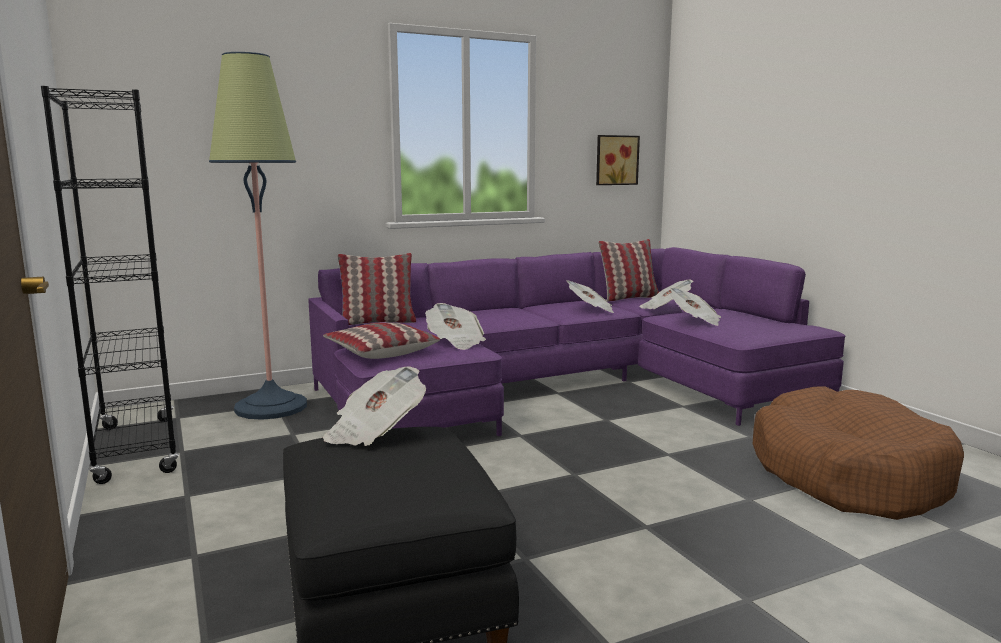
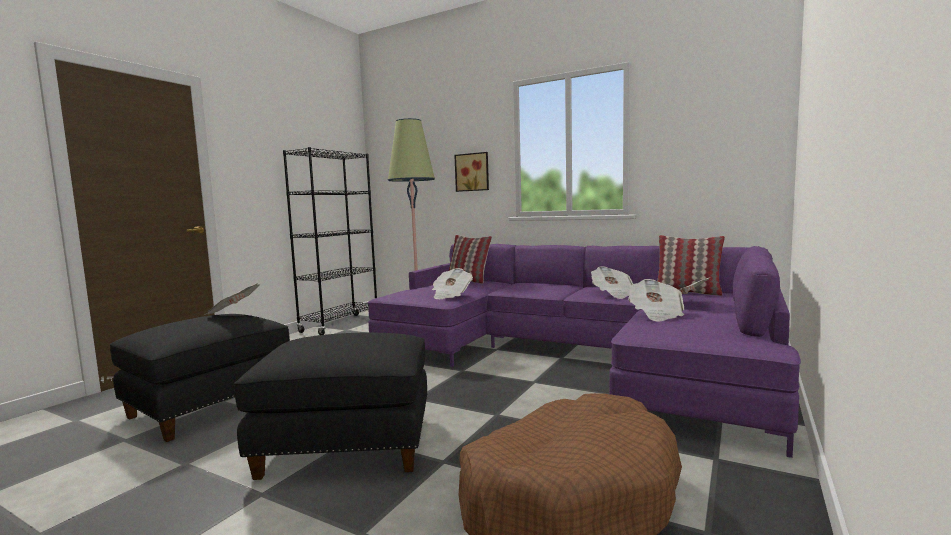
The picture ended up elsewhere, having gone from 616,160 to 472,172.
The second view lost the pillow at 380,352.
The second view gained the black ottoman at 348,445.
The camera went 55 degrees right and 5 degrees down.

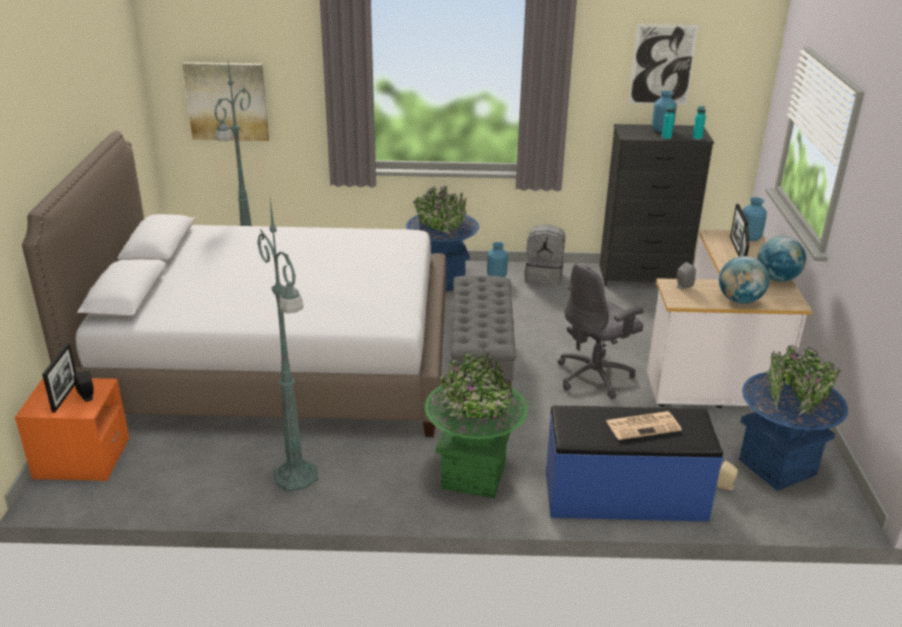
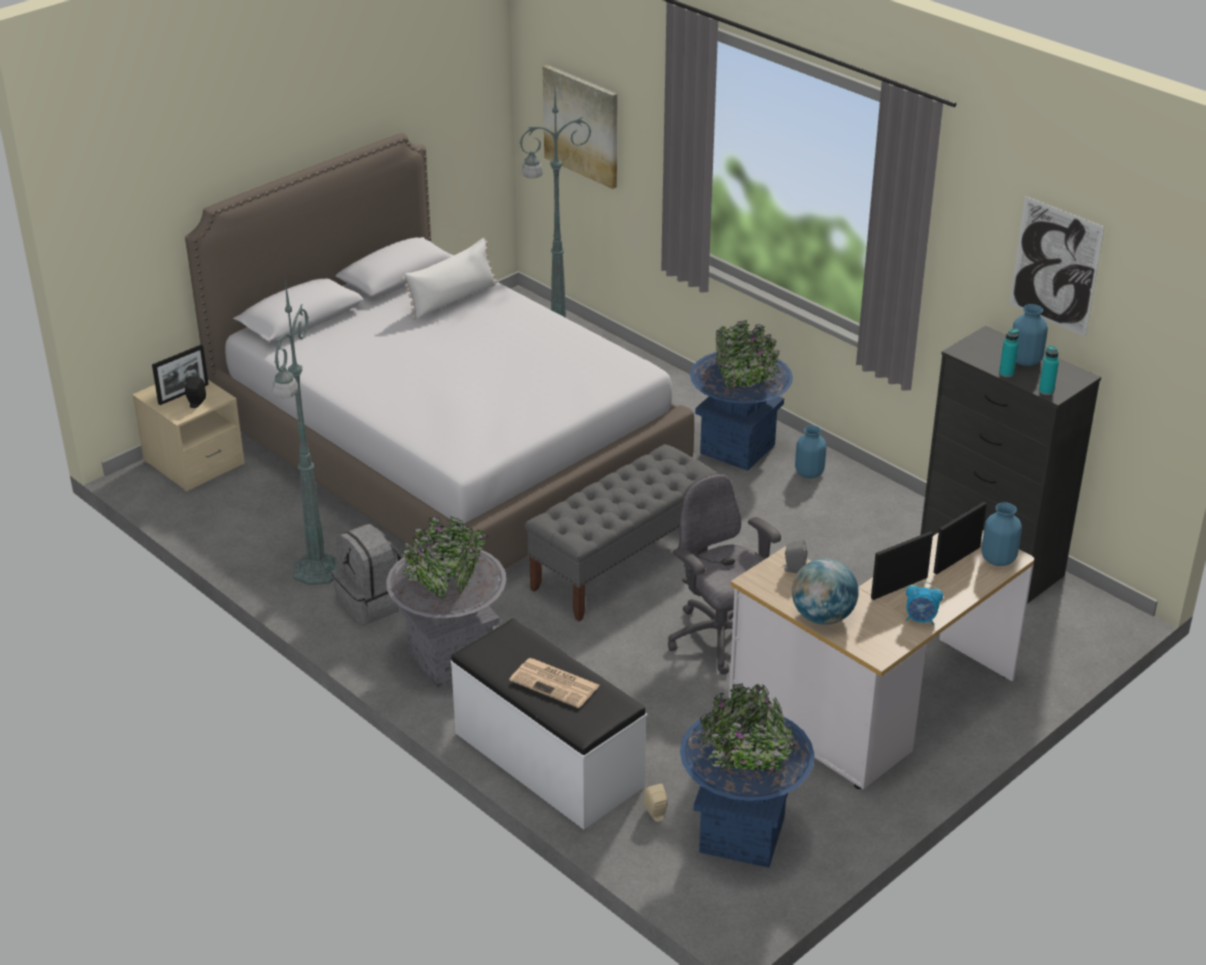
The grey backpack ended up elsewhere, having gone from 544,276 to 373,603.
Where the globe stood at 777,279, the alarm clock came to stand at 921,619.
The grey office chair at 595,376 ended up facing another way, 45 degrees clockwise from before.
What was the green planter at 473,476 turned into the grey planter at 450,658.
What was the orange nightstand at 82,459 turned into the beige nightstand at 194,462.
What was the blue bench at 624,496 turned into the white bench at 547,760.
The second view gained the white pillow at 453,299.
The camera went 45 degrees right and 5 degrees up.

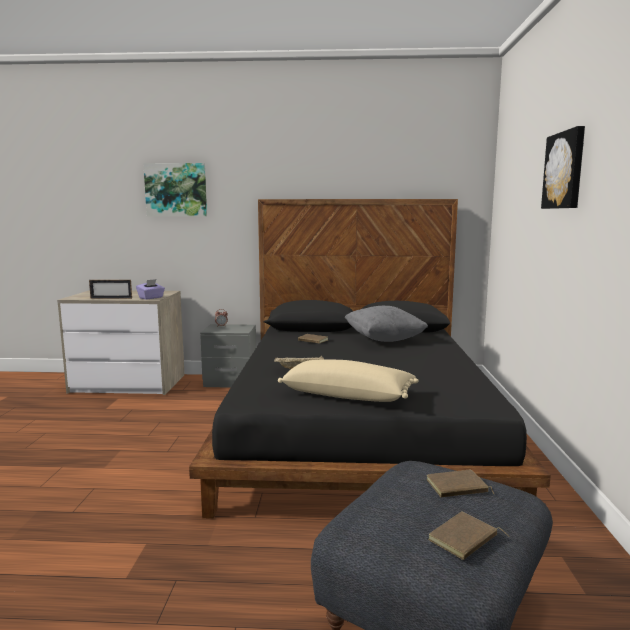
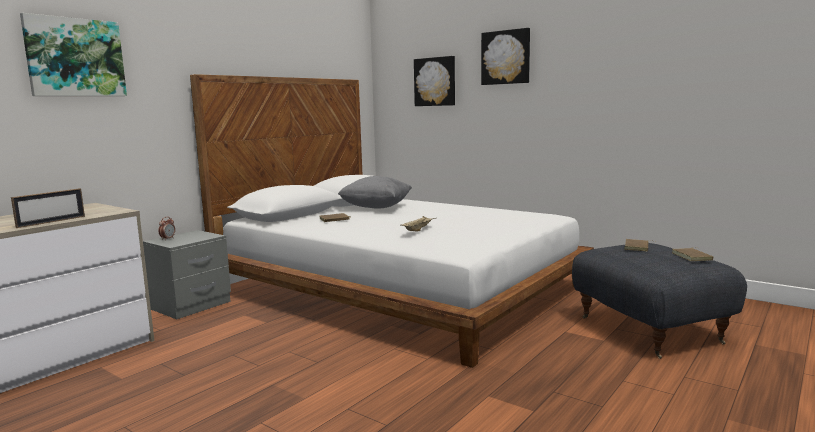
What was the black bed at 359,429 turned into the white bed at 399,288.
The second view lost the purple tissue box at 151,298.
The second view lost the beige pillow at 348,395.
The second view gained the picture at 435,81.
The camera went 55 degrees left and 0 degrees up.

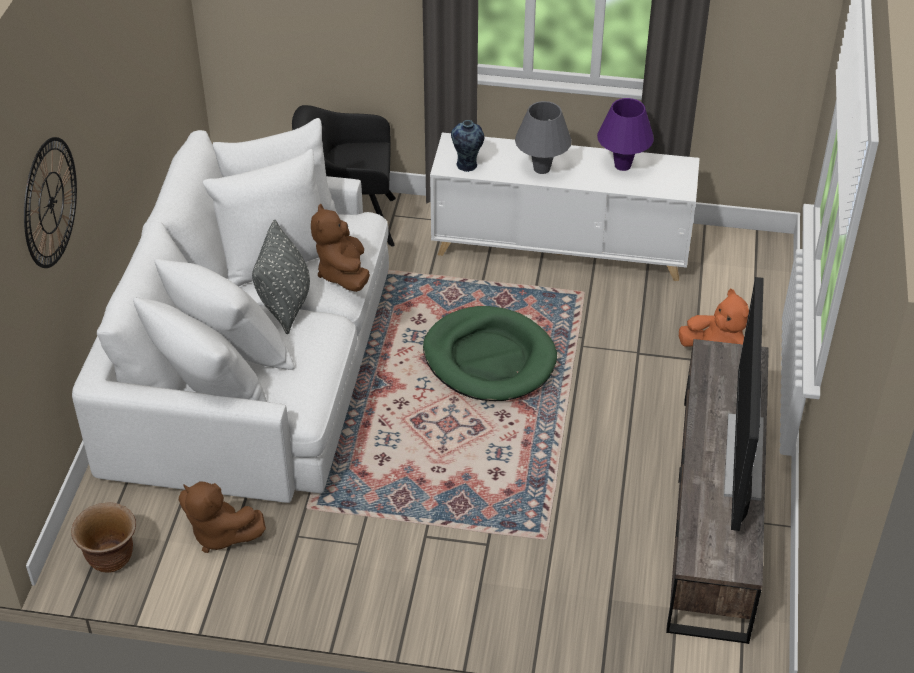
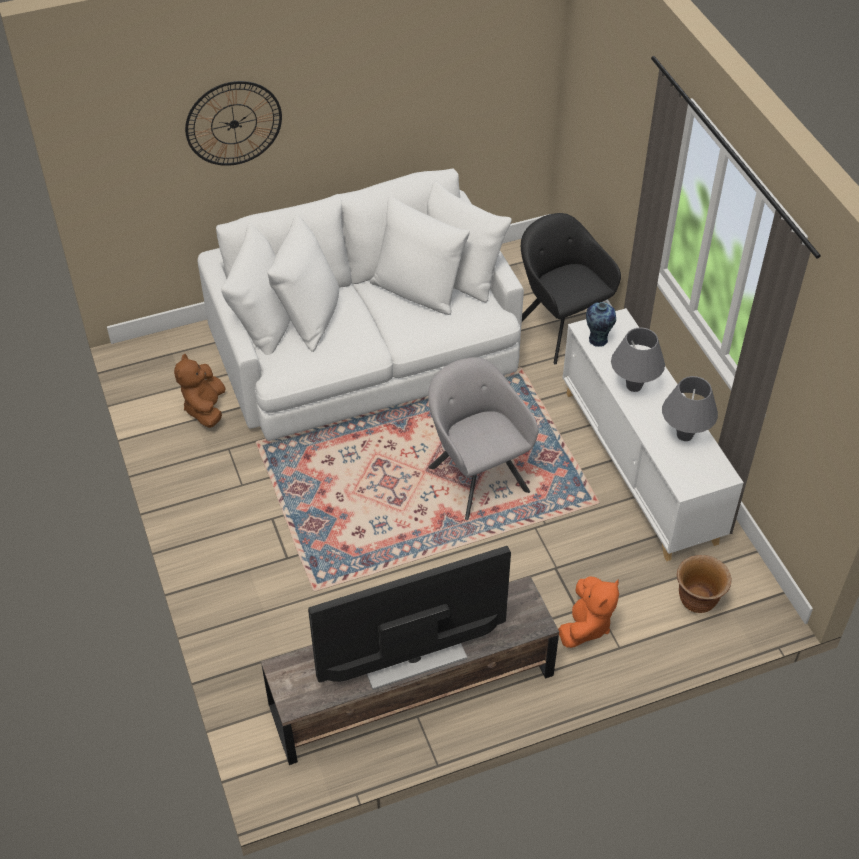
What was the purple table lamp at 622,165 turned into the grey table lamp at 684,435.
The second view lost the brown plush toy at 343,273.
The second view lost the grey pillow at 285,305.
Where the green dog bed stood at 489,358, the grey armchair came to stand at 476,476.
The brown planter ended up elsewhere, having gone from 111,558 to 697,600.
The camera went 60 degrees right and 5 degrees up.

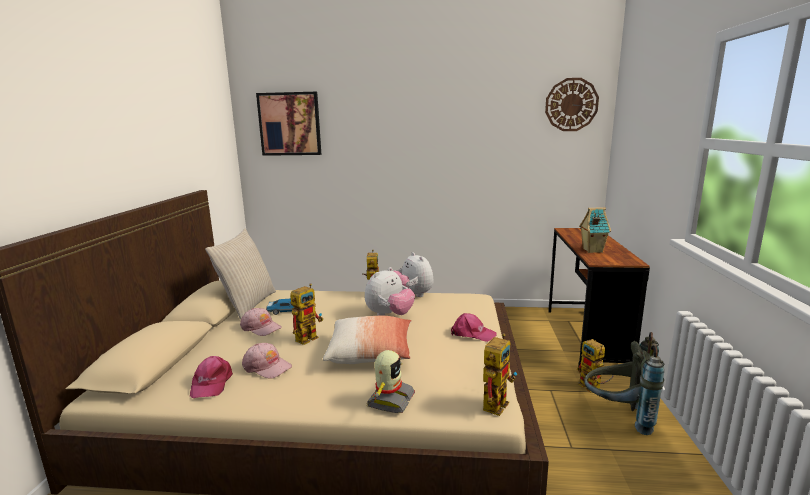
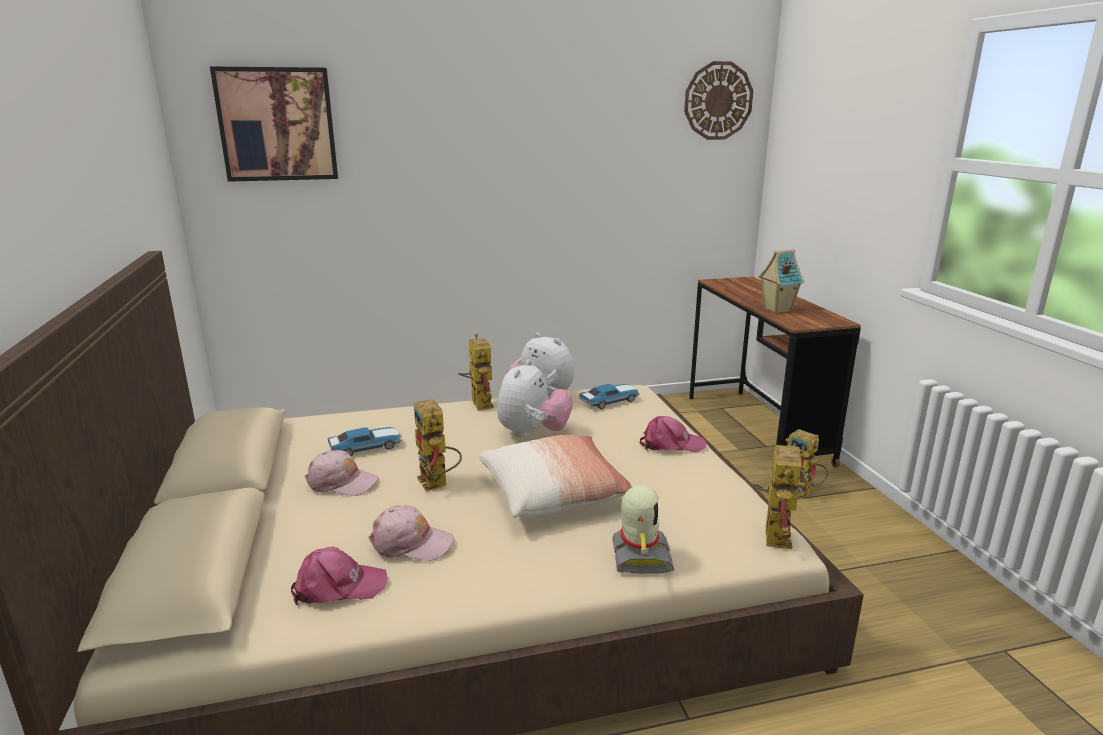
The second view lost the beige pillow at 247,305.
The toy robot at 309,336 ended up facing another way, 135 degrees clockwise from before.
The second view lost the grey backpack at 619,416.
The pink cap at 211,383 ended up facing another way, 75 degrees counterclockwise from before.
The second view gained the toy car at 610,401.
The camera went 20 degrees left and 5 degrees up.

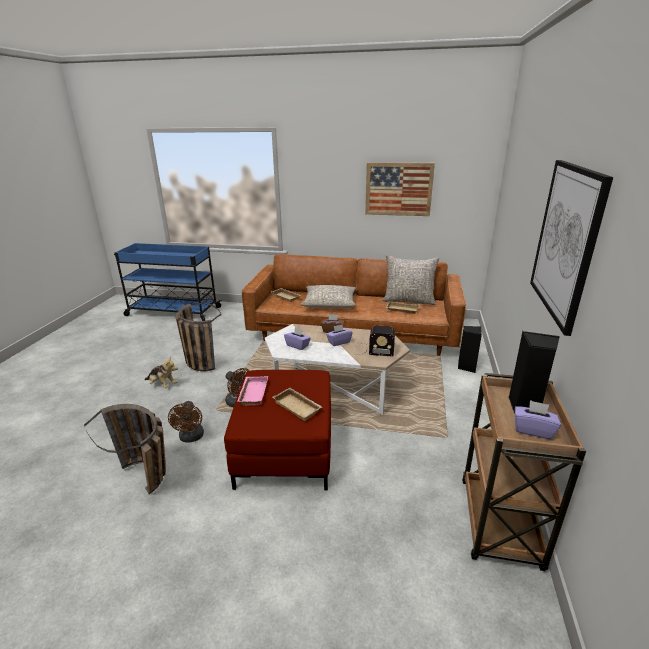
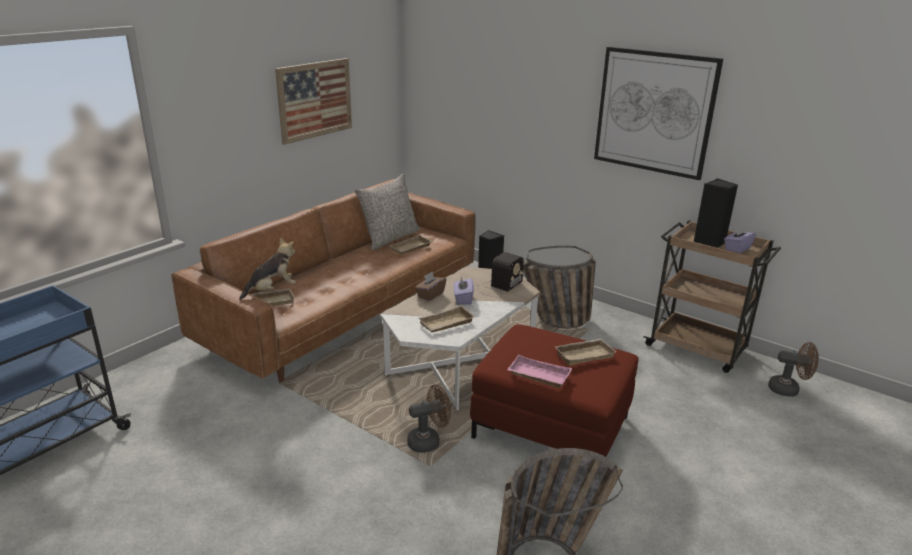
The second view lost the grey pillow at 329,304.
The basket ended up elsewhere, having gone from 198,360 to 555,322.
Where the purple tissue box stood at 298,345, the beige tray came to stand at 446,324.
The plush toy ended up elsewhere, having gone from 162,385 to 272,290.
The brown fan ended up elsewhere, having gone from 191,438 to 788,390.
The camera went 65 degrees left and 0 degrees up.

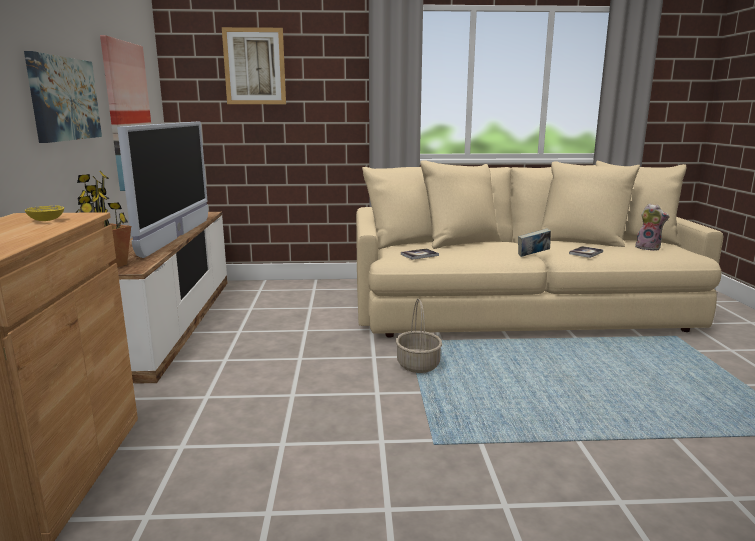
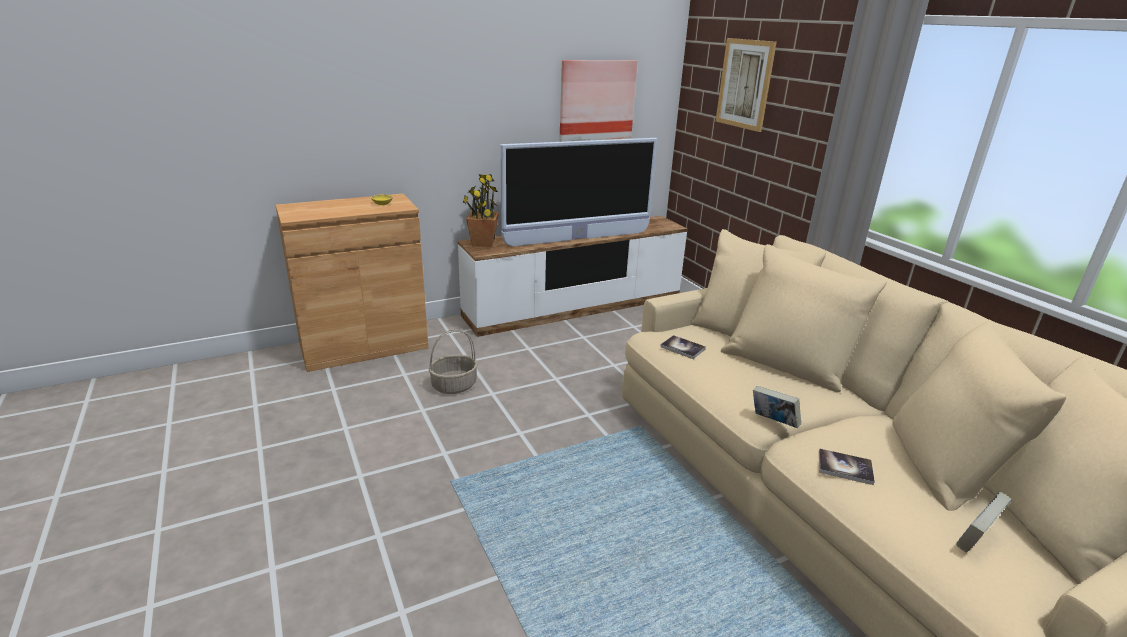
The second view lost the picture at 64,99.
Where the plush toy stood at 648,248, the book came to stand at 975,540.
The basket ended up elsewhere, having gone from 417,364 to 454,385.
The camera went 65 degrees right and 10 degrees up.

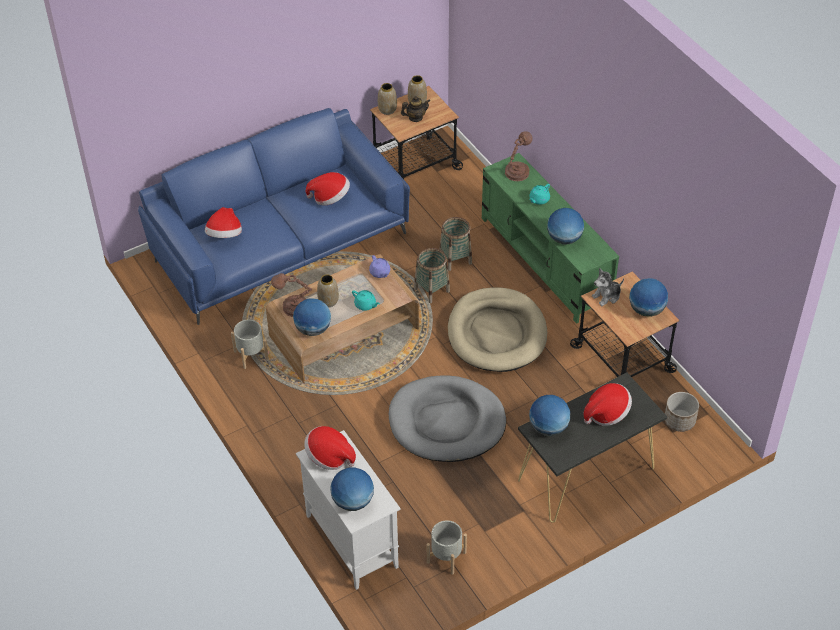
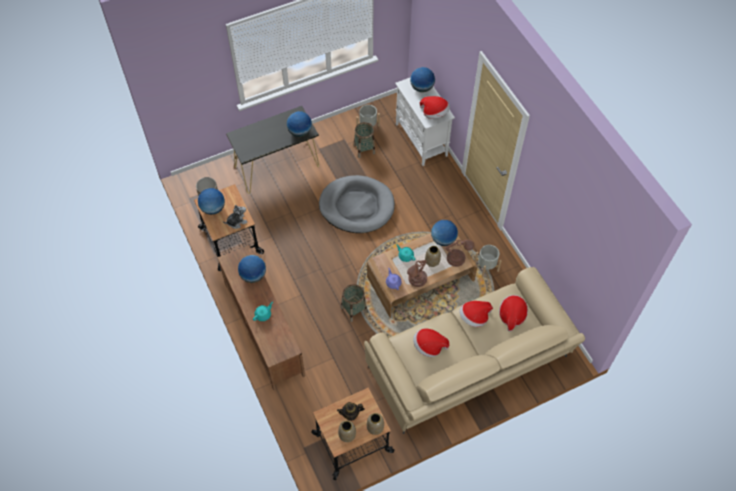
What was the blue sofa at 280,244 turned into the beige sofa at 468,365.
The brown table lamp ended up elsewhere, having gone from 518,171 to 416,280.
What was the green tv stand at 545,261 turned into the brown tv stand at 263,328.
The basket ended up elsewhere, having gone from 455,259 to 364,149.
The second view lost the beige dog bed at 496,333.
The hat ended up elsewhere, having gone from 606,413 to 474,317.
The camera went 175 degrees left and 10 degrees up.

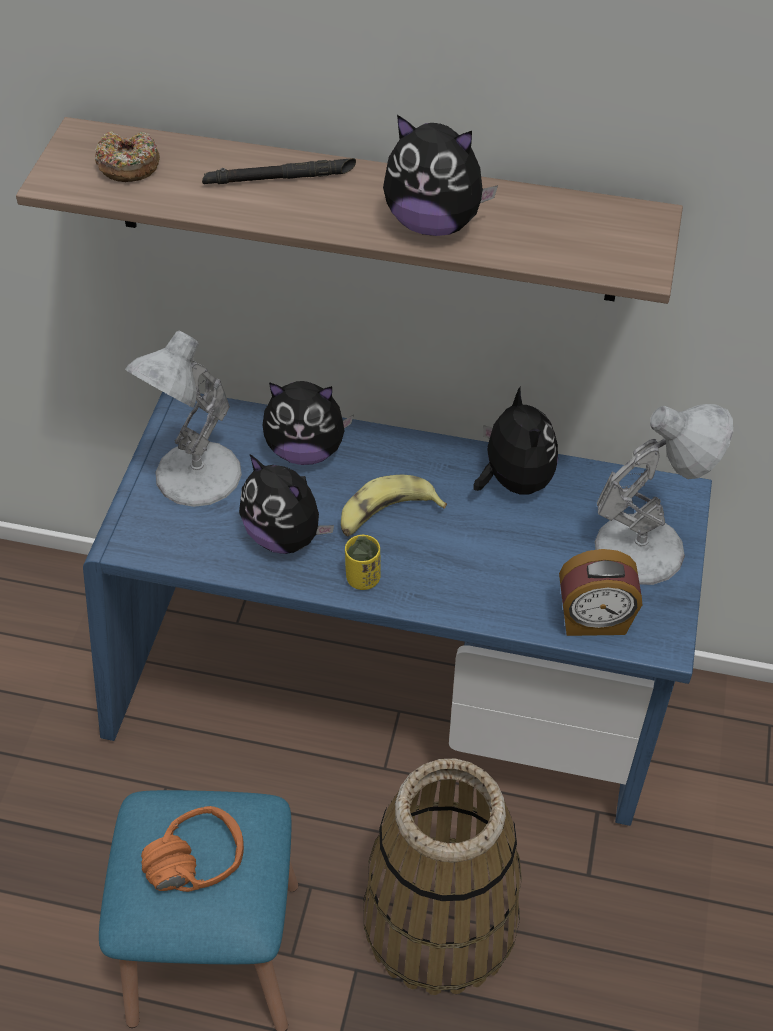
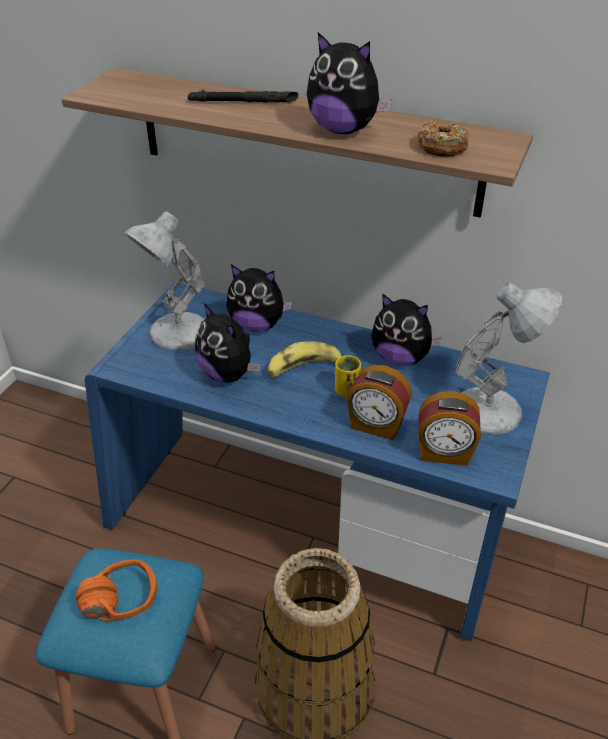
The donut ended up elsewhere, having gone from 128,166 to 442,147.
The plush toy at 513,481 ended up facing another way, 120 degrees clockwise from before.
The yellow cup ended up elsewhere, having gone from 363,578 to 347,390.
The second view gained the alarm clock at 376,425.
The camera went 10 degrees right and 10 degrees down.

